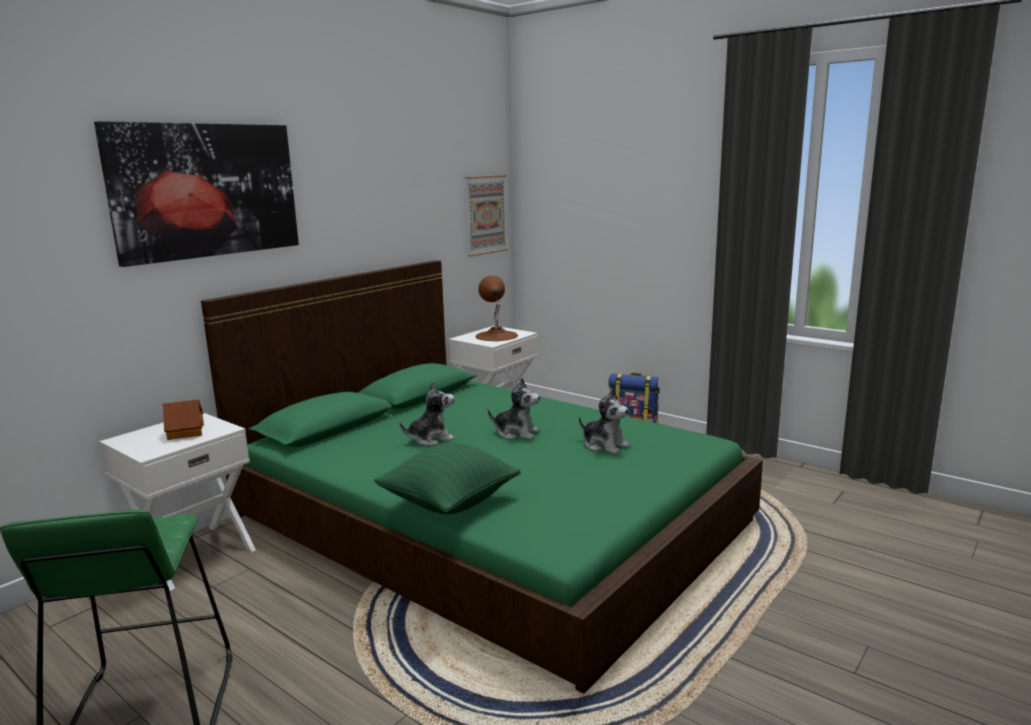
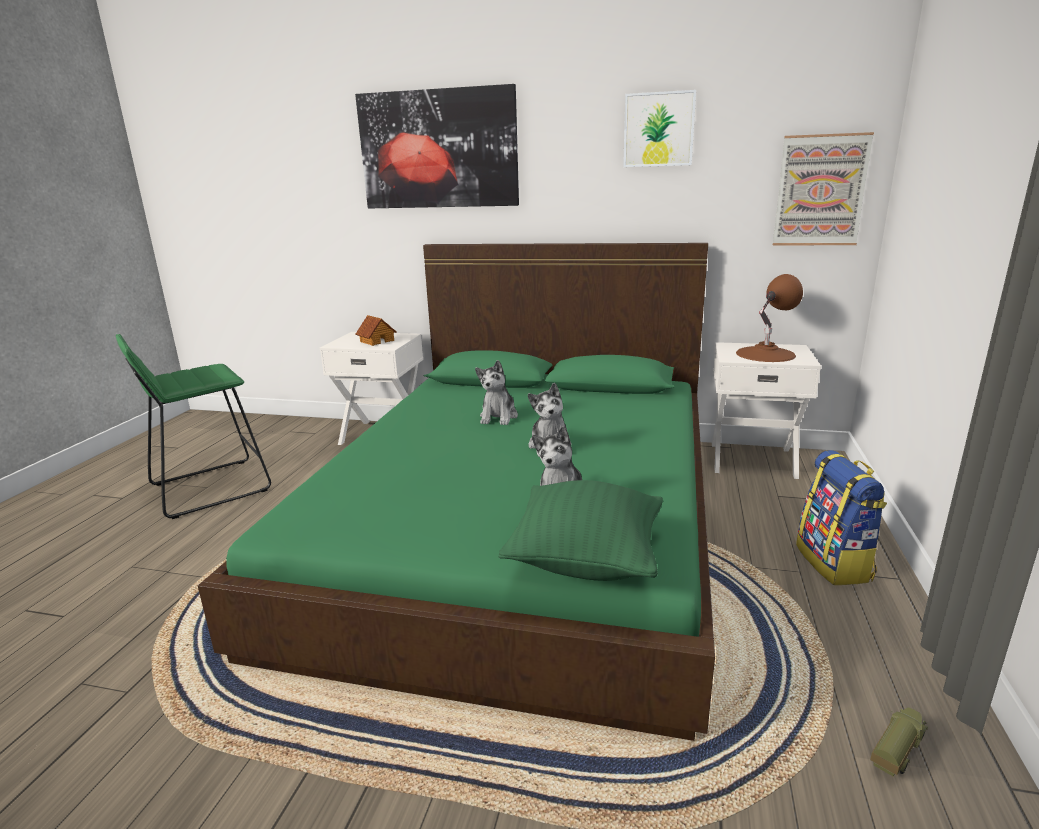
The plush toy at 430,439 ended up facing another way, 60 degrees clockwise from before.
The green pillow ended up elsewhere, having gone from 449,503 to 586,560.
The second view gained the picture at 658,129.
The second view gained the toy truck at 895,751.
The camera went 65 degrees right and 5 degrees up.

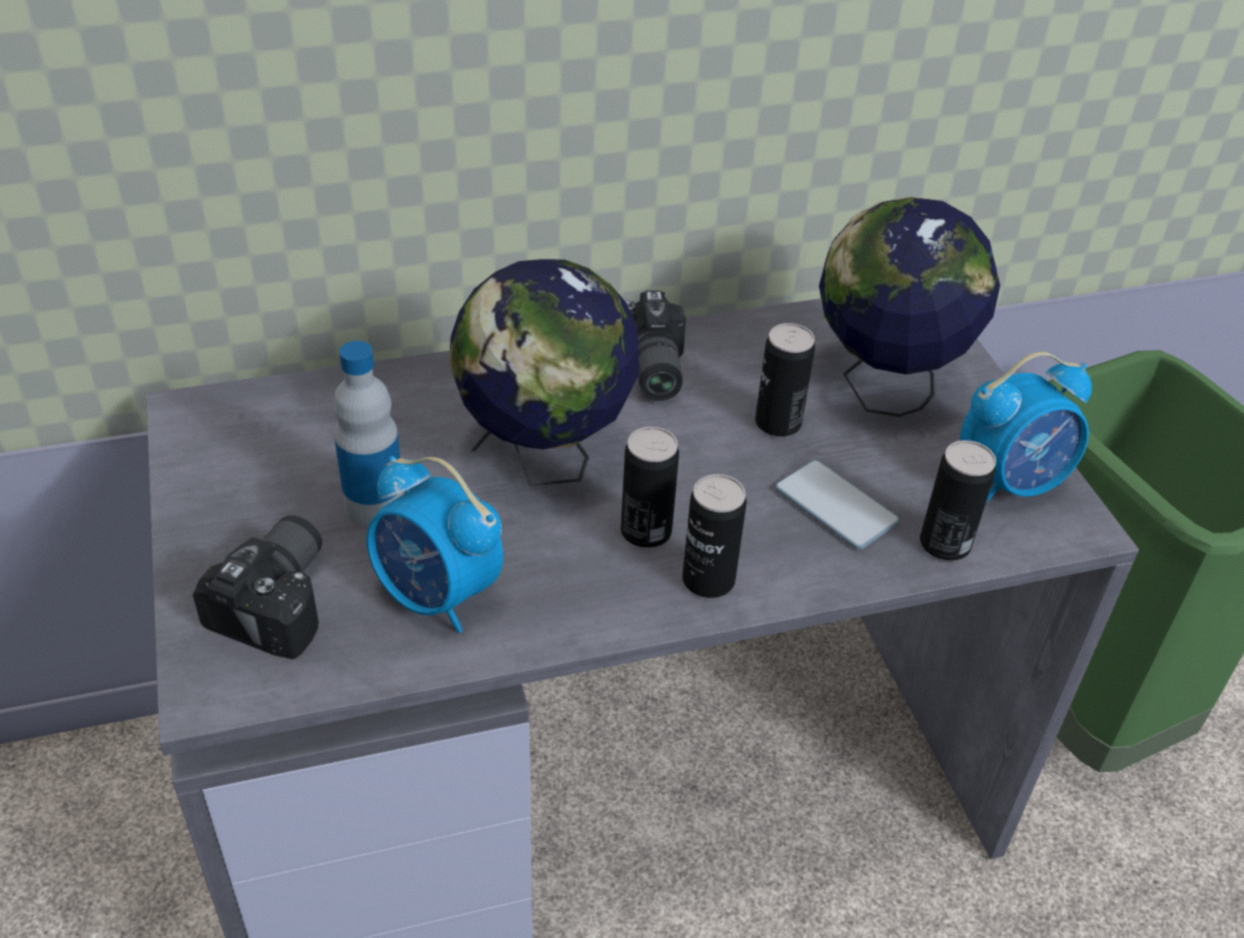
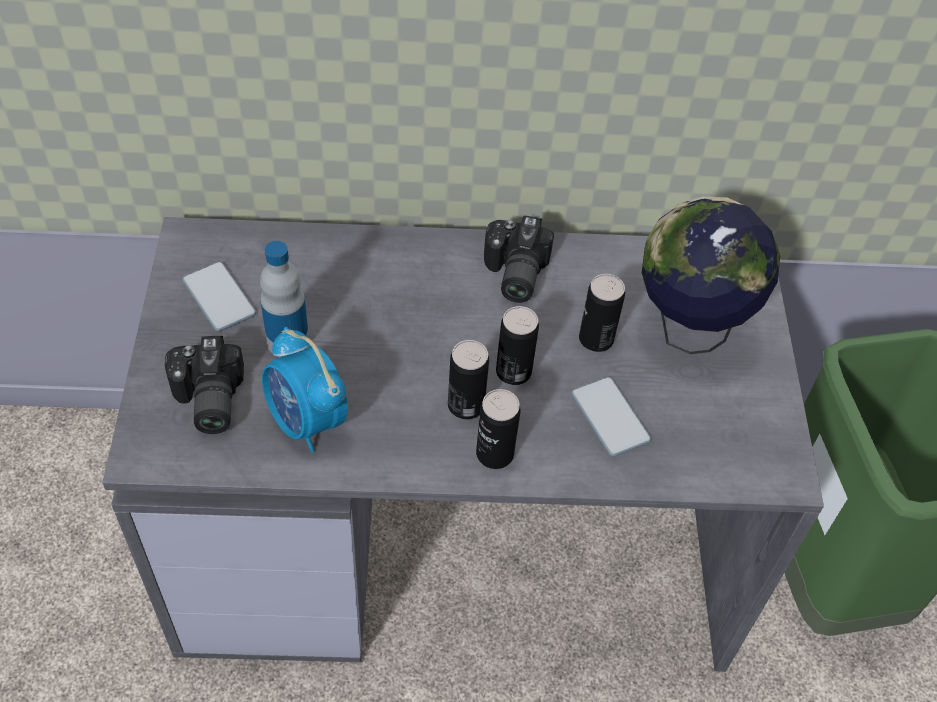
The second view lost the globe at 545,463.
The second view lost the alarm clock at 1011,483.
The can ended up elsewhere, having gone from 944,544 to 513,371.
The photo camera at 283,602 ended up facing another way, 135 degrees clockwise from before.
The second view gained the phone at 219,297.
The camera went 15 degrees right and 10 degrees up.

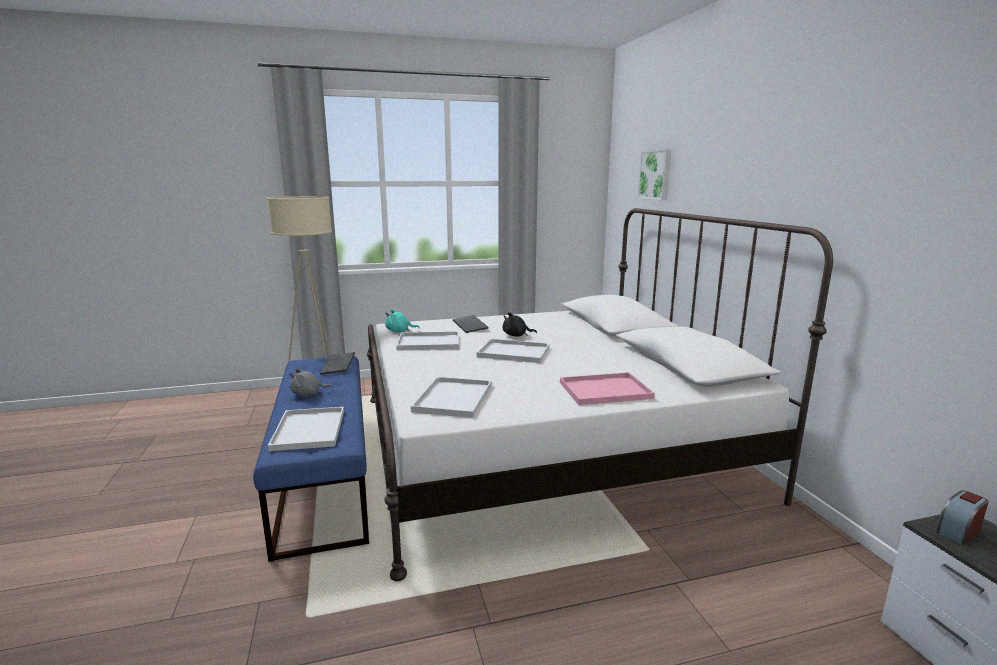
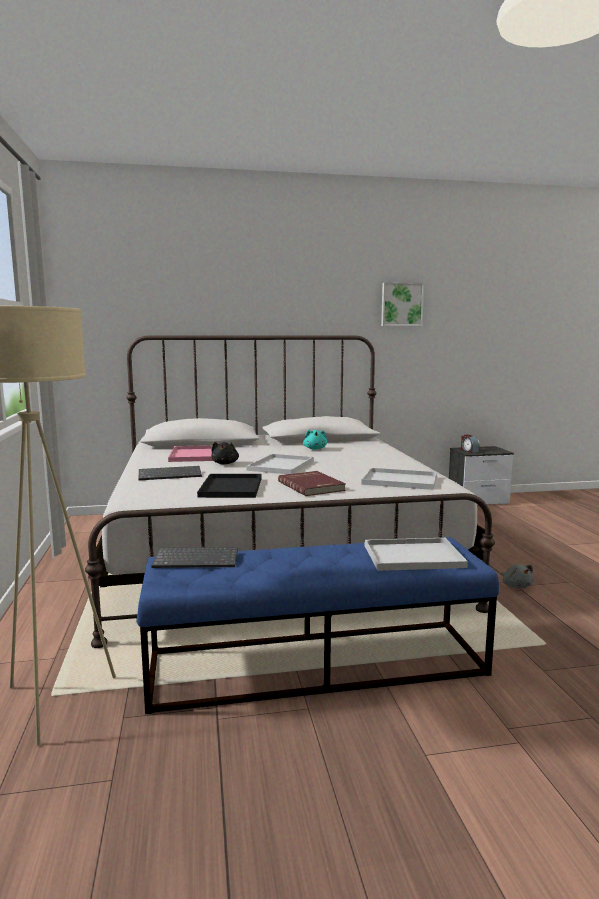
The picture ended up elsewhere, having gone from 656,175 to 401,304.
The turquoise plush toy ended up elsewhere, having gone from 399,331 to 315,449.
What was the white tray at 427,342 turned into the black tray at 232,488.
The grey plush toy ended up elsewhere, having gone from 308,394 to 516,586.
The pink tray ended up elsewhere, having gone from 604,390 to 194,455.
The second view gained the red book at 312,486.
The camera went 85 degrees left and 5 degrees down.

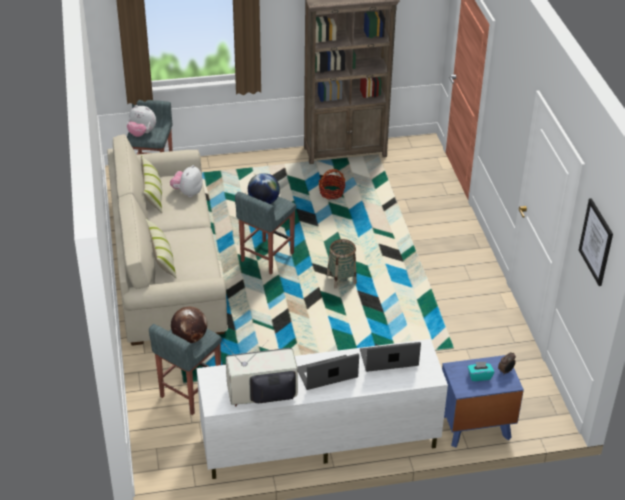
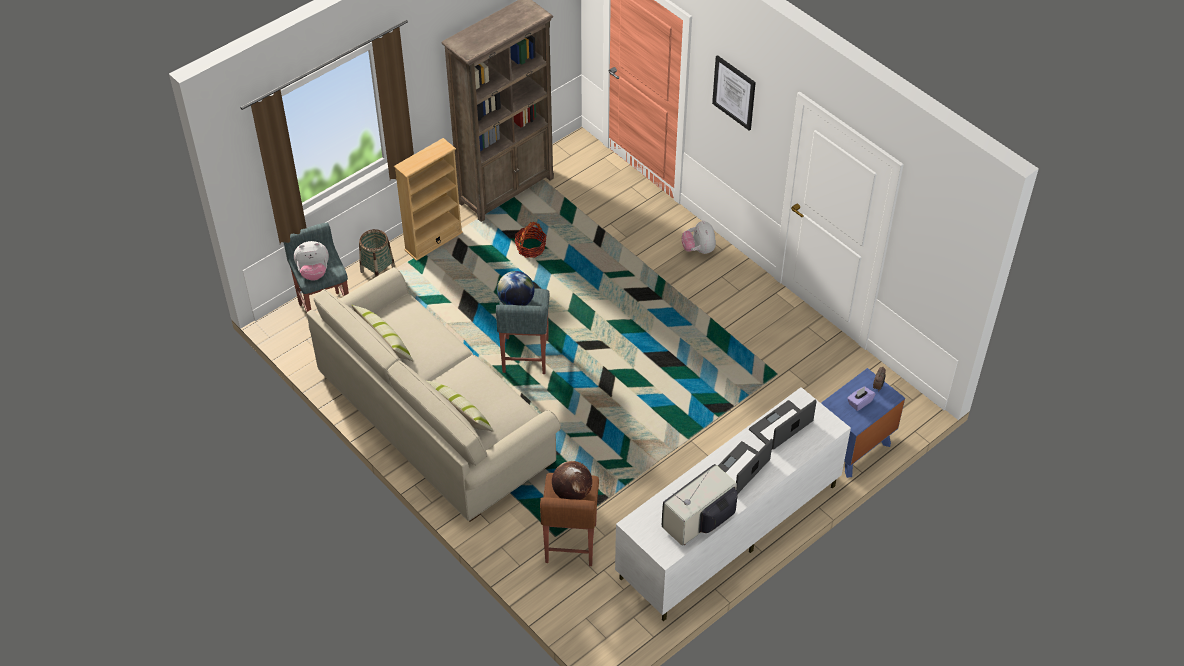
The plush toy ended up elsewhere, having gone from 187,193 to 698,250.
The picture ended up elsewhere, having gone from 596,242 to 734,92.
The basket ended up elsewhere, having gone from 341,279 to 378,270.
What was the grey stool at 190,392 turned into the brown stool at 570,543.
What was the turquoise tissue box at 479,376 turned into the purple tissue box at 859,402.
The second view gained the beige bookcase at 433,241.
The camera went 30 degrees left and 10 degrees up.

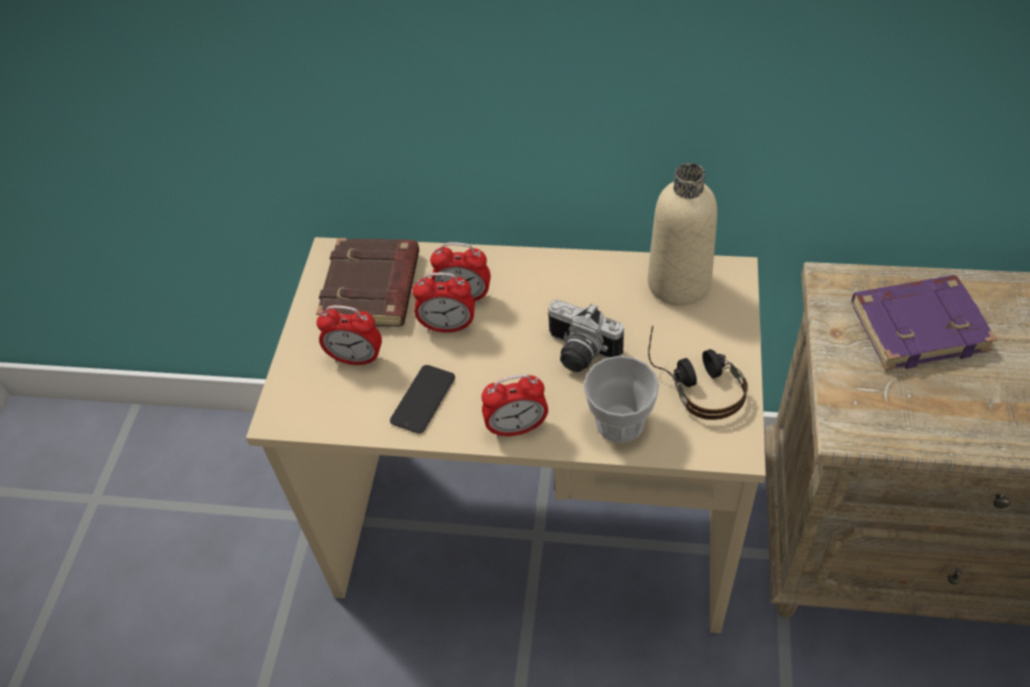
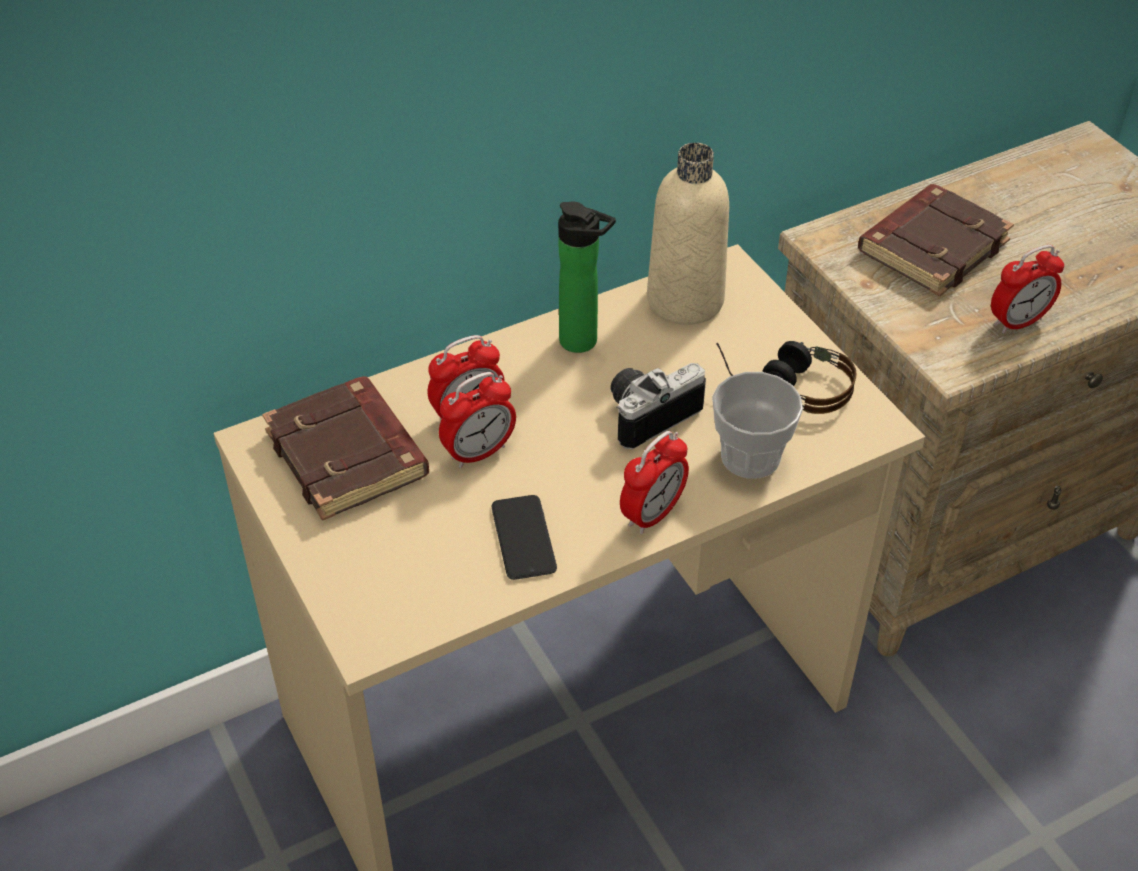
What was the purple book at 918,326 turned into the brown book at 932,246.
The photo camera at 578,353 ended up facing another way, 150 degrees clockwise from before.
The alarm clock ended up elsewhere, having gone from 356,359 to 1018,322.
The second view gained the bottle at 583,343.
The camera went 40 degrees left and 5 degrees down.

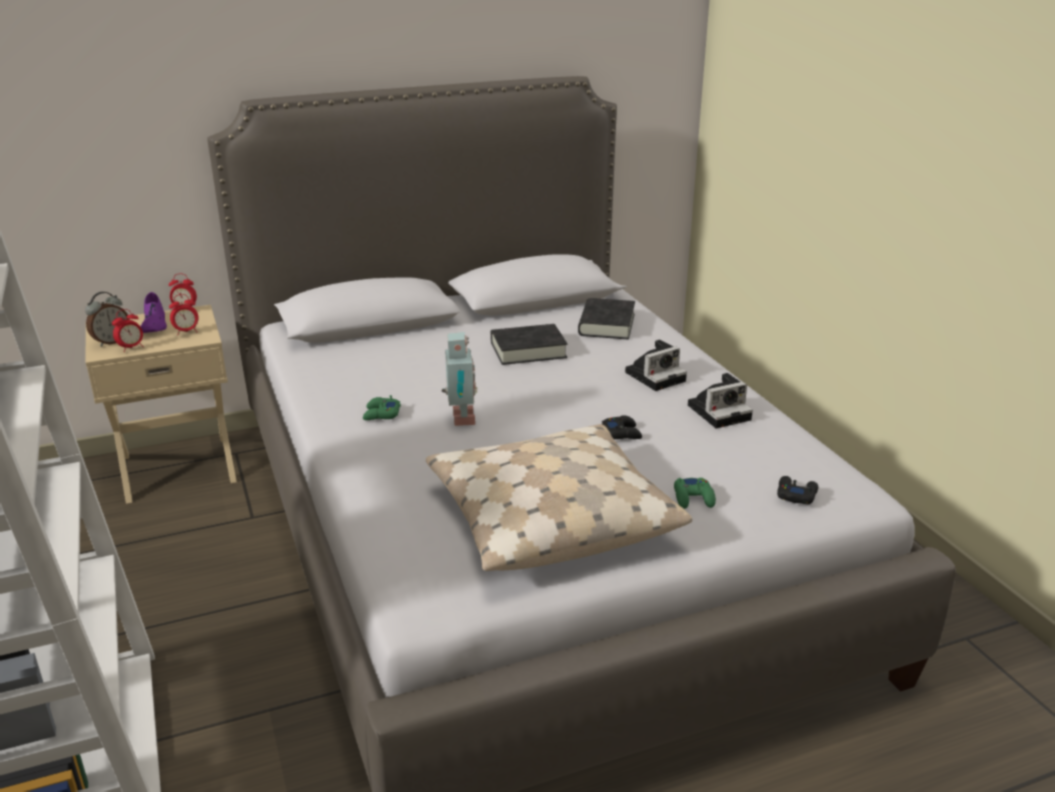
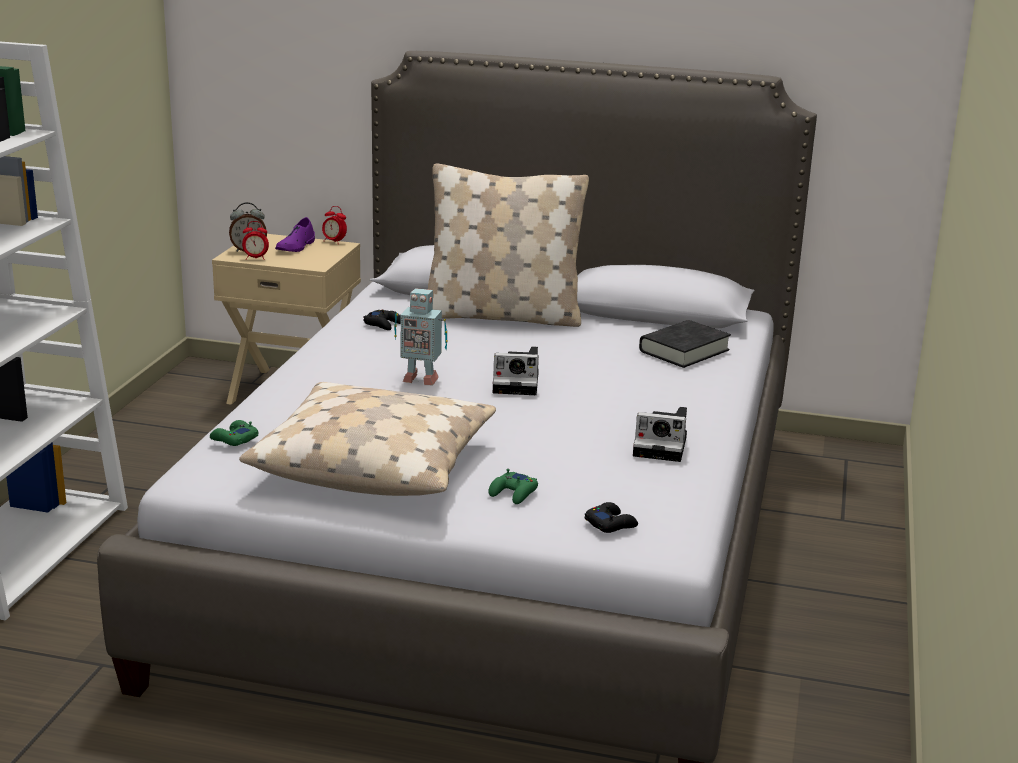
The second view lost the alarm clock at 187,332.
The second view lost the black book at 528,350.
The toy robot at 460,419 ended up facing another way, 75 degrees clockwise from before.
The photo camera ended up elsewhere, having gone from 656,376 to 518,383.
The green game controller ended up elsewhere, having gone from 381,414 to 234,439.
The black game controller ended up elsewhere, having gone from 621,433 to 383,324.
The second view gained the beige pillow at 502,315.
The camera went 35 degrees right and 5 degrees down.

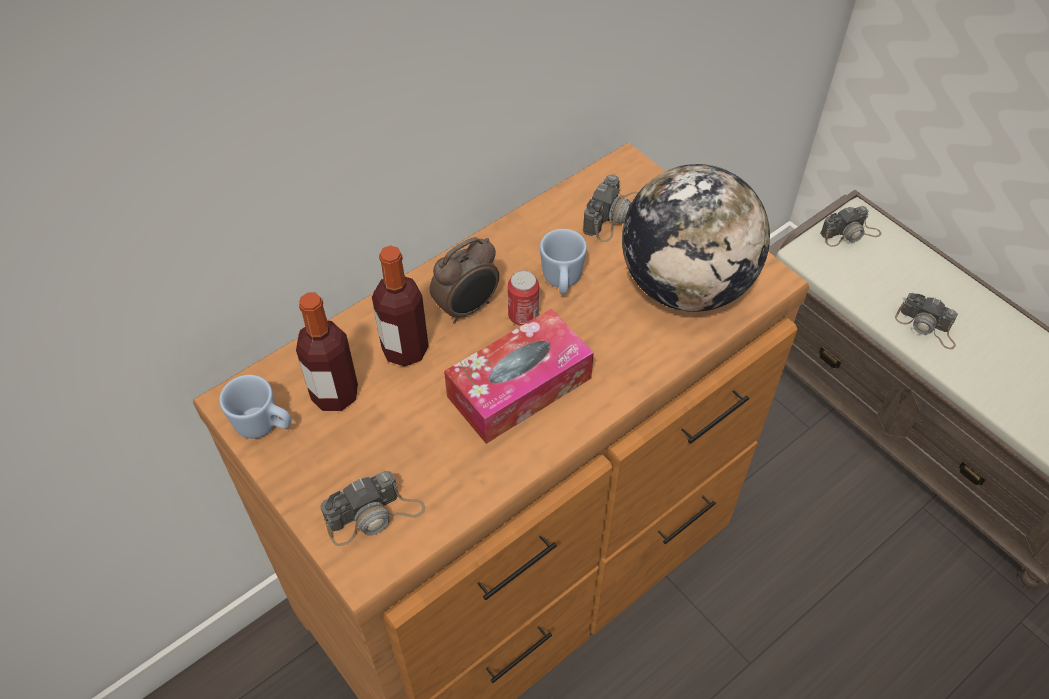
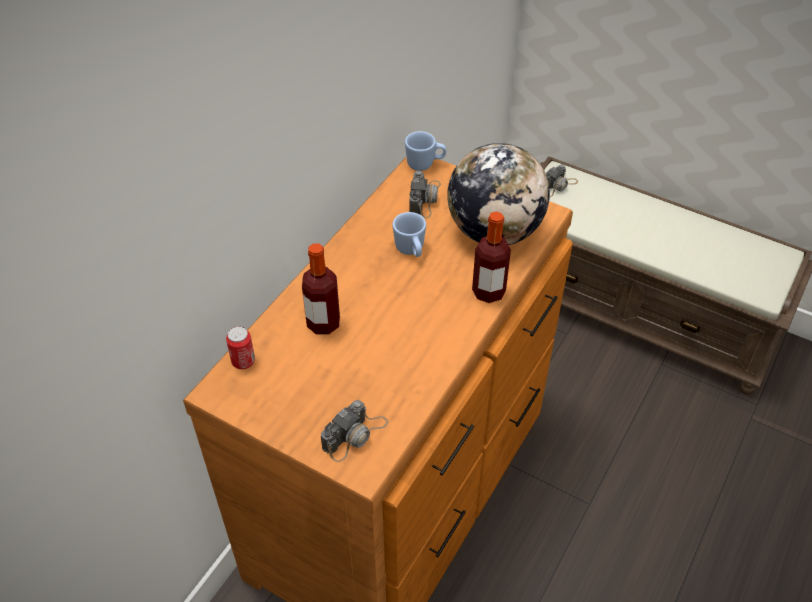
The second view lost the alarm clock at 468,308.
The can ended up elsewhere, having gone from 523,316 to 243,361.
The bottle ended up elsewhere, having gone from 335,394 to 488,292.
The second view lost the photo camera at 926,327.
The second view lost the tissue box at 519,387.
The blue mug ended up elsewhere, having gone from 264,426 to 425,164.
The camera went 20 degrees left and 5 degrees down.

